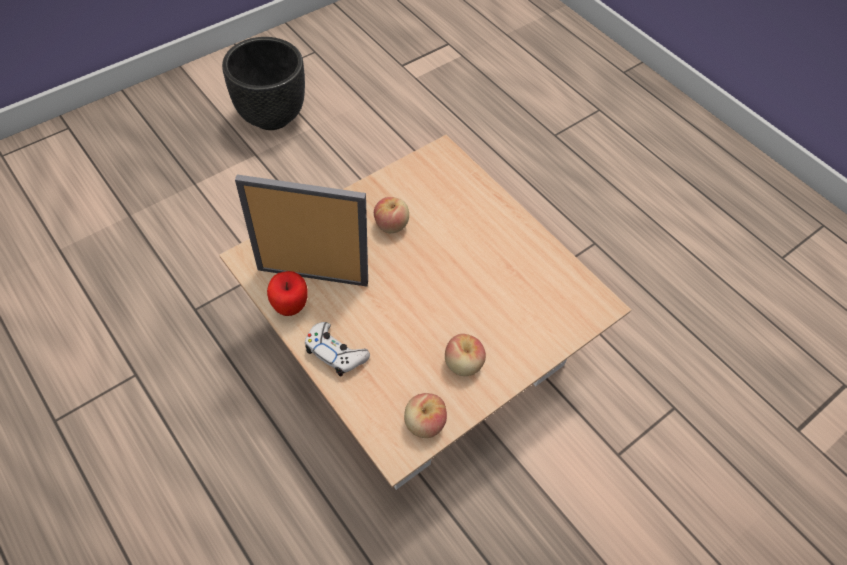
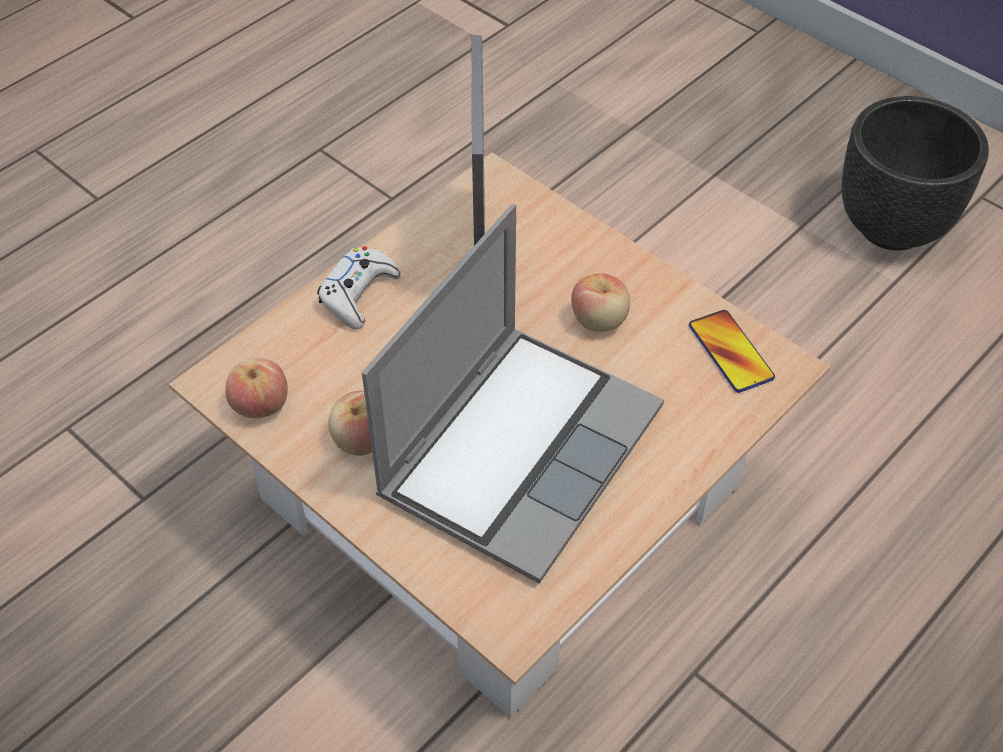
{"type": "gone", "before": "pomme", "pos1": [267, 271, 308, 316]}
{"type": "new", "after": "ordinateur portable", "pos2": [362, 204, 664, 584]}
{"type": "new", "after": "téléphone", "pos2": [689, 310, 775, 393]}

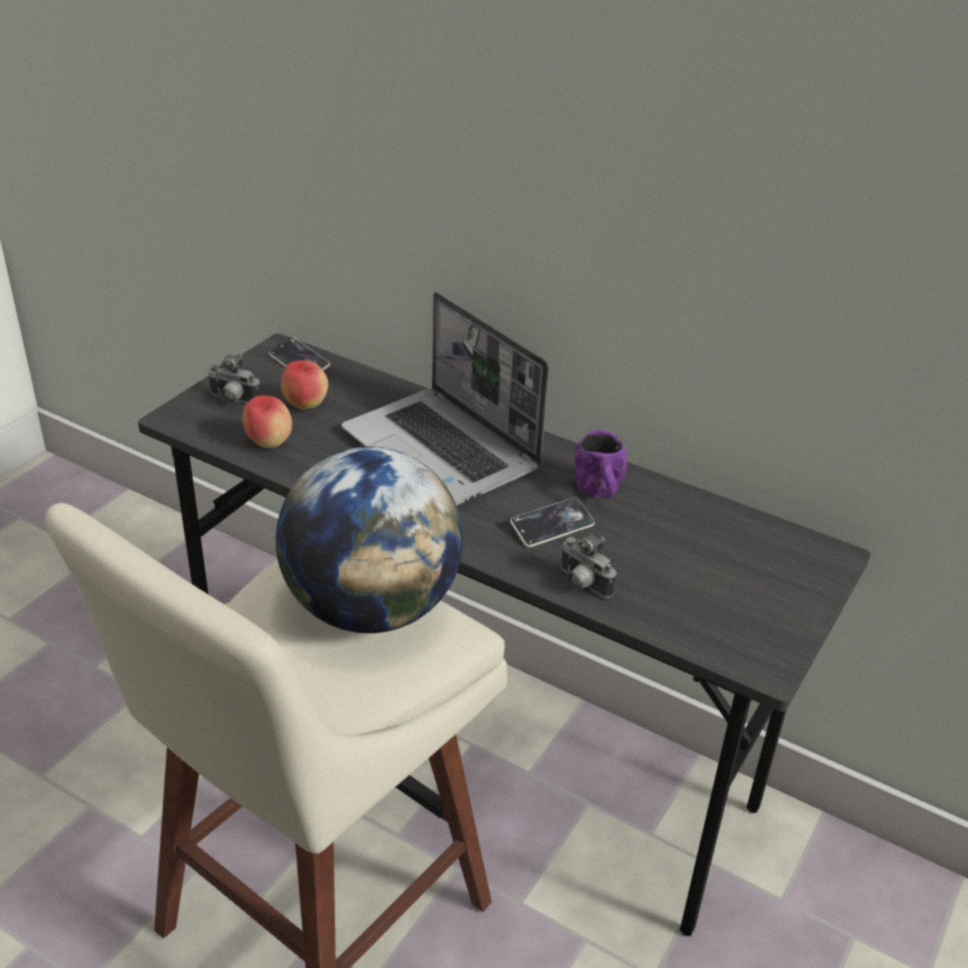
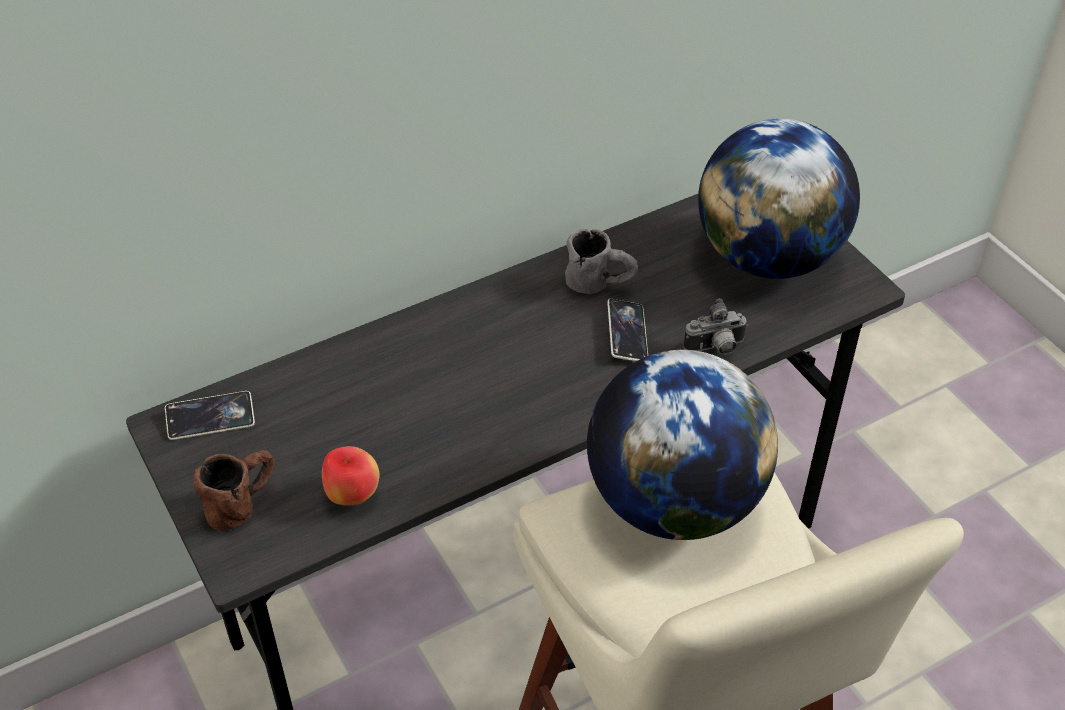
{"type": "swapped", "before": "appareil photo", "after": "mug/marron", "pos1": [207, 354, 261, 404], "pos2": [193, 450, 275, 531]}
{"type": "gone", "before": "pomme", "pos1": [281, 360, 328, 410]}
{"type": "gone", "before": "ordinateur portable", "pos1": [341, 292, 549, 506]}
{"type": "repainted", "before": "mug/violet", "after": "mug/gris", "pos1": [574, 430, 627, 498], "pos2": [565, 229, 638, 294]}
{"type": "new", "after": "globe", "pos2": [698, 119, 860, 279]}

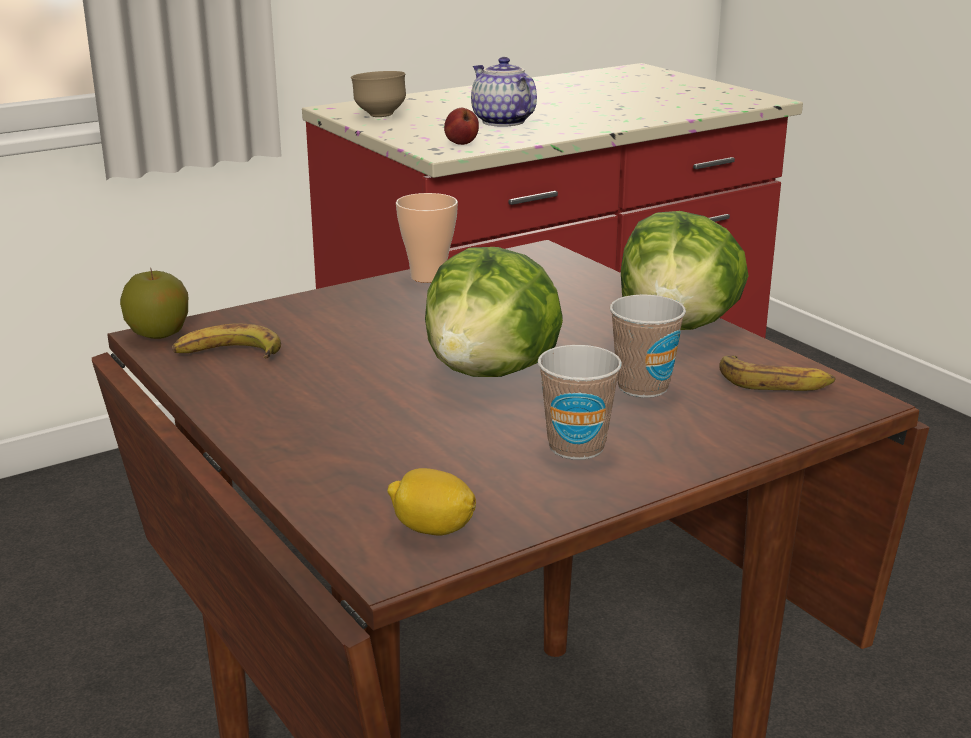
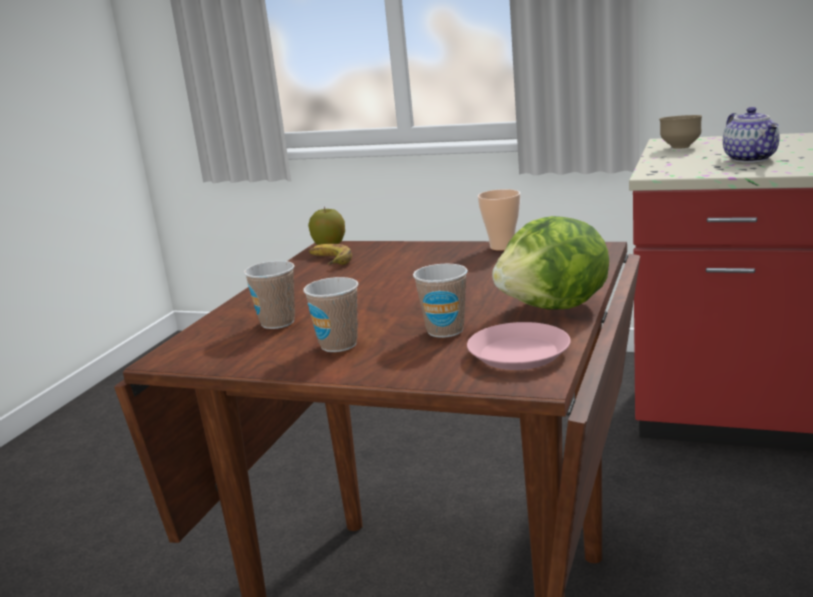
{"type": "gone", "before": "citron", "pos1": [387, 468, 476, 536]}
{"type": "gone", "before": "laitue", "pos1": [425, 247, 563, 377]}
{"type": "gone", "before": "pomme", "pos1": [444, 108, 479, 145]}
{"type": "rotated", "before": "théière", "pos1": [471, 57, 537, 127], "pos2": [723, 107, 780, 163], "turn": 150}
{"type": "swapped", "before": "banane", "after": "assiette/rose", "pos1": [719, 355, 836, 391], "pos2": [467, 322, 571, 370]}
{"type": "new", "after": "tasse", "pos2": [244, 261, 295, 329]}

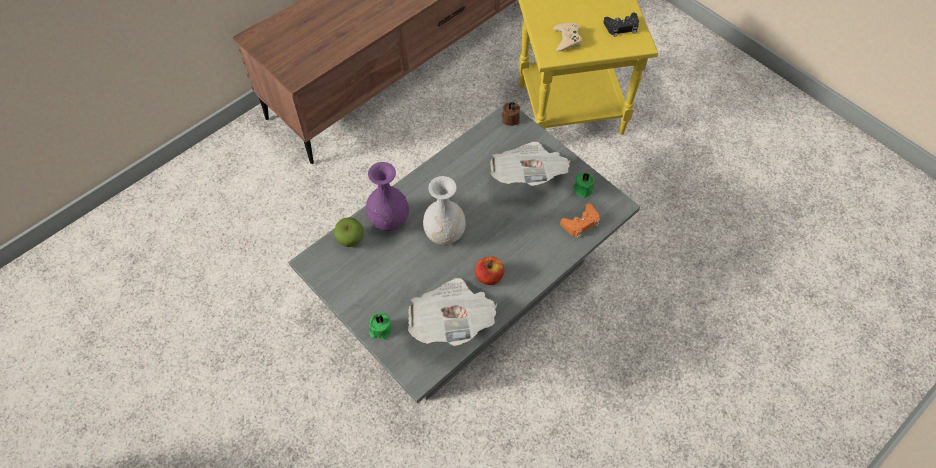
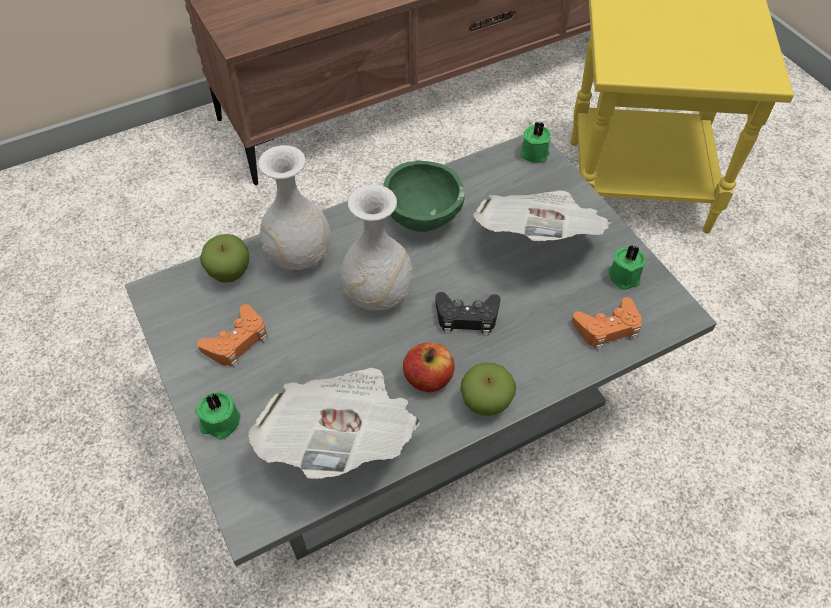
{"type": "repainted", "before": "vase/violet", "after": "vase/blanc", "pos1": [366, 162, 409, 231], "pos2": [258, 145, 331, 273]}
{"type": "repainted", "before": "bougie/marron", "after": "bougie/vert", "pos1": [501, 102, 520, 126], "pos2": [520, 122, 551, 163]}
{"type": "gone", "before": "manette/beige", "pos1": [553, 23, 582, 52]}
{"type": "shifted", "before": "manette/noir", "pos1": [603, 13, 639, 37], "pos2": [435, 292, 501, 335]}
{"type": "new", "after": "manette/orange", "pos2": [197, 304, 268, 368]}
{"type": "new", "after": "bol/vert", "pos2": [383, 161, 465, 232]}
{"type": "new", "after": "pomme", "pos2": [460, 362, 516, 416]}

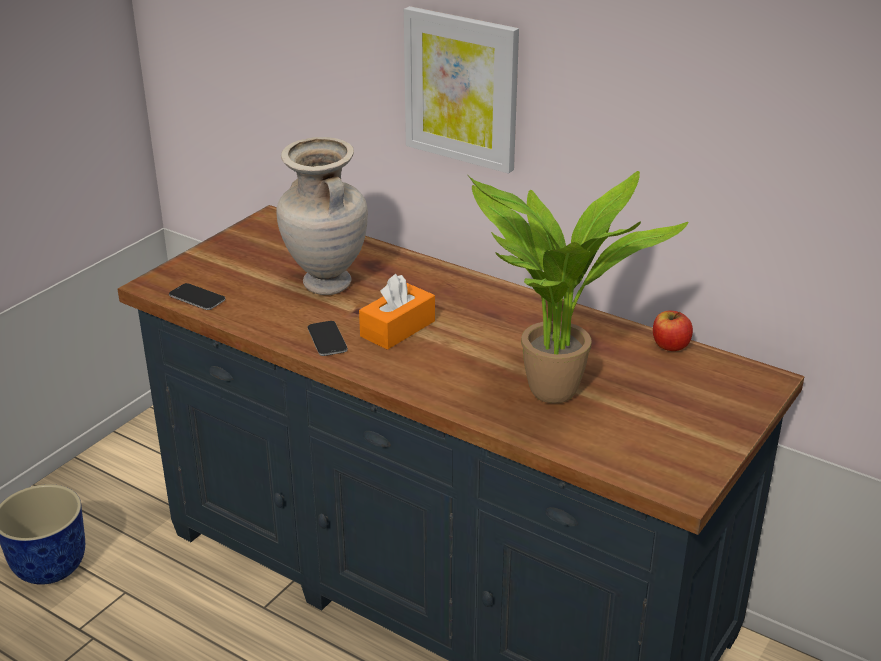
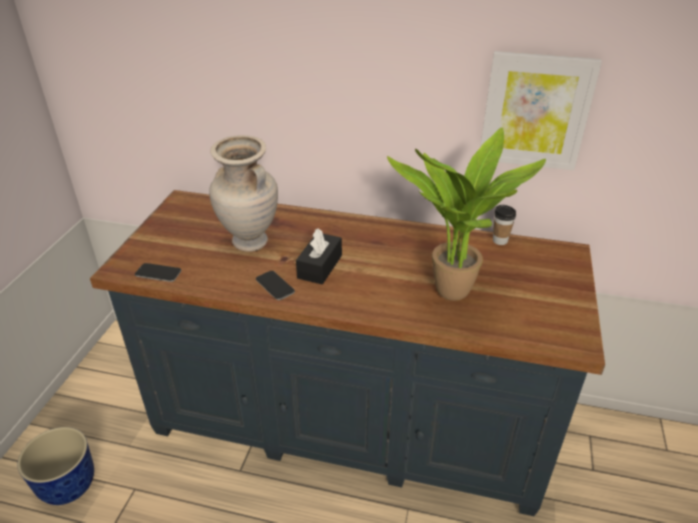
{"type": "repainted", "before": "boîte à mouchoirs/orange", "after": "boîte à mouchoirs/noir", "pos1": [359, 274, 435, 350], "pos2": [296, 228, 342, 285]}
{"type": "shifted", "before": "tableau", "pos1": [404, 6, 519, 173], "pos2": [480, 51, 602, 170]}
{"type": "swapped", "before": "pomme", "after": "tasse", "pos1": [653, 311, 693, 351], "pos2": [493, 205, 516, 245]}

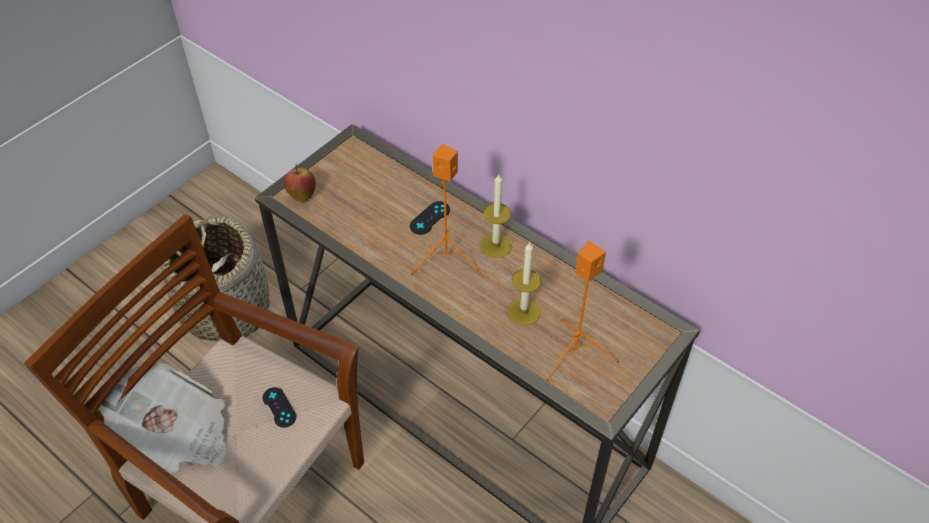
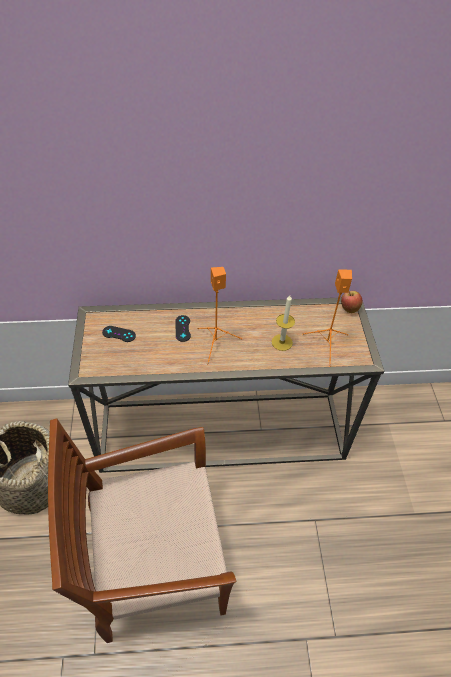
{"type": "gone", "before": "journal", "pos1": [99, 363, 226, 473]}
{"type": "shifted", "before": "manette/noir", "pos1": [263, 387, 296, 428], "pos2": [102, 326, 136, 342]}
{"type": "shifted", "before": "pomme", "pos1": [284, 164, 316, 202], "pos2": [341, 291, 363, 313]}
{"type": "gone", "before": "bougie", "pos1": [480, 174, 512, 258]}

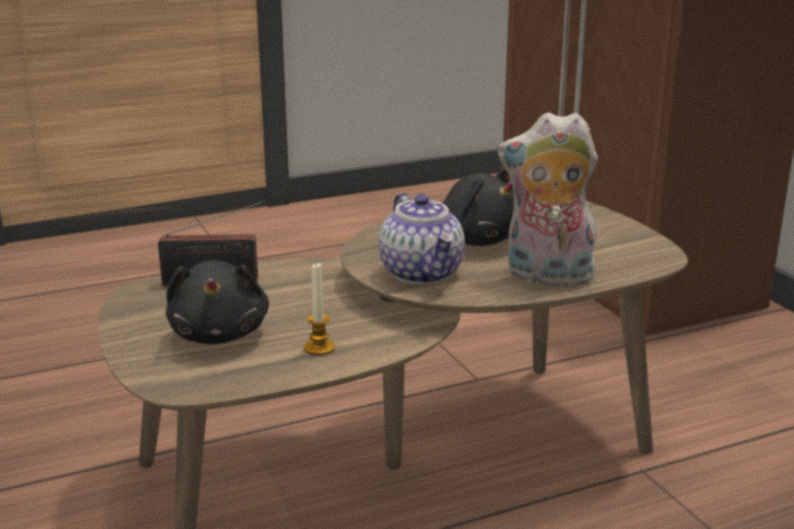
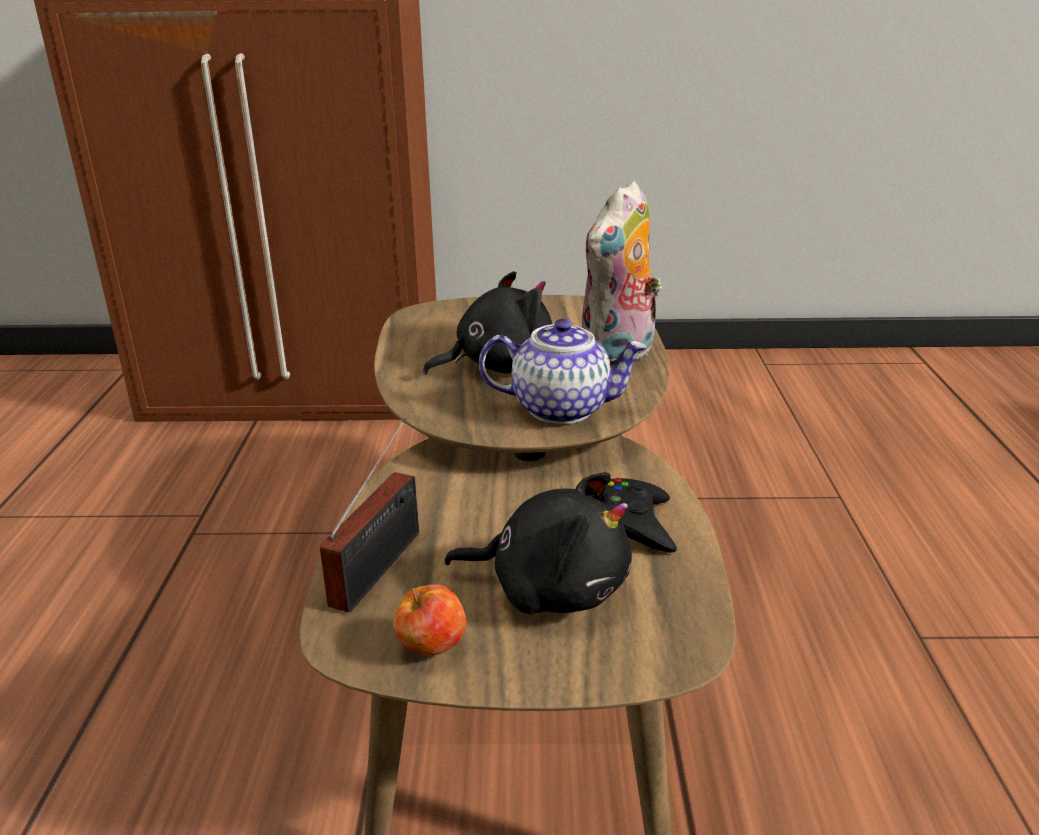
{"type": "swapped", "before": "bougie", "after": "manette/noir", "pos1": [304, 262, 335, 355], "pos2": [600, 478, 677, 553]}
{"type": "new", "after": "pomme", "pos2": [393, 584, 467, 655]}

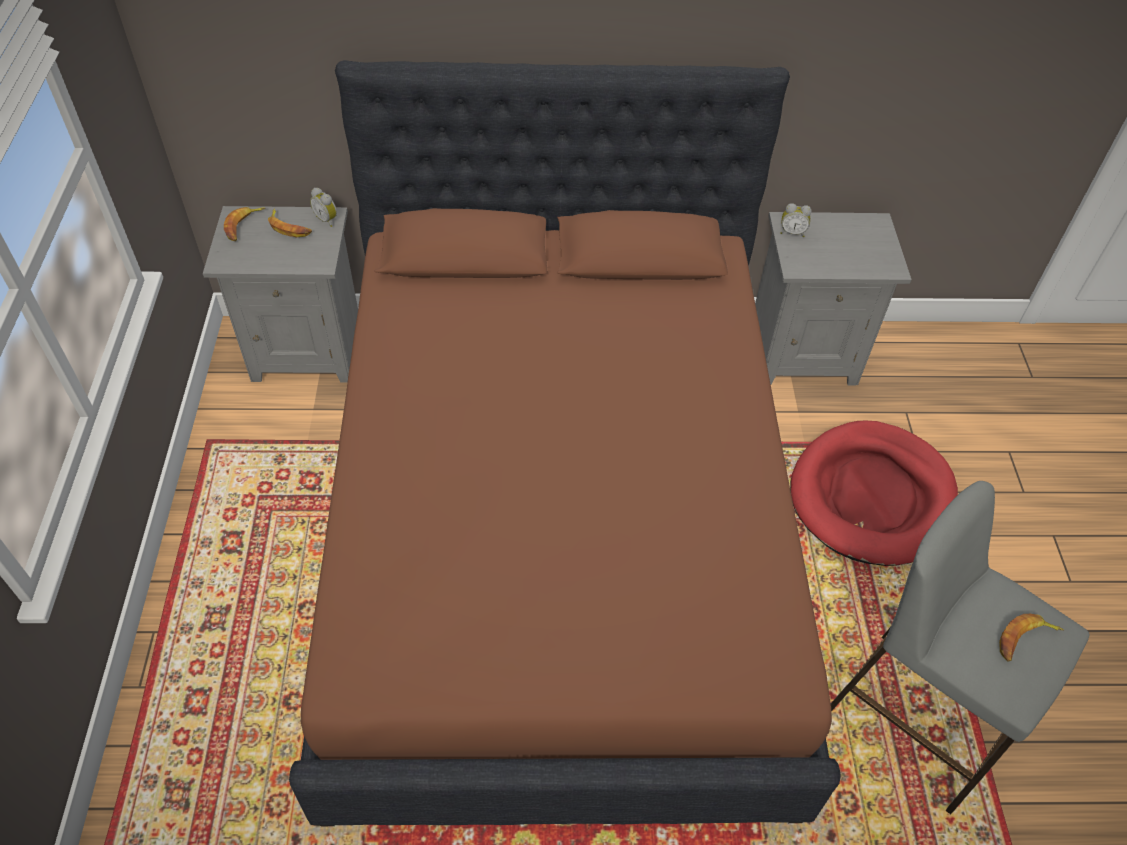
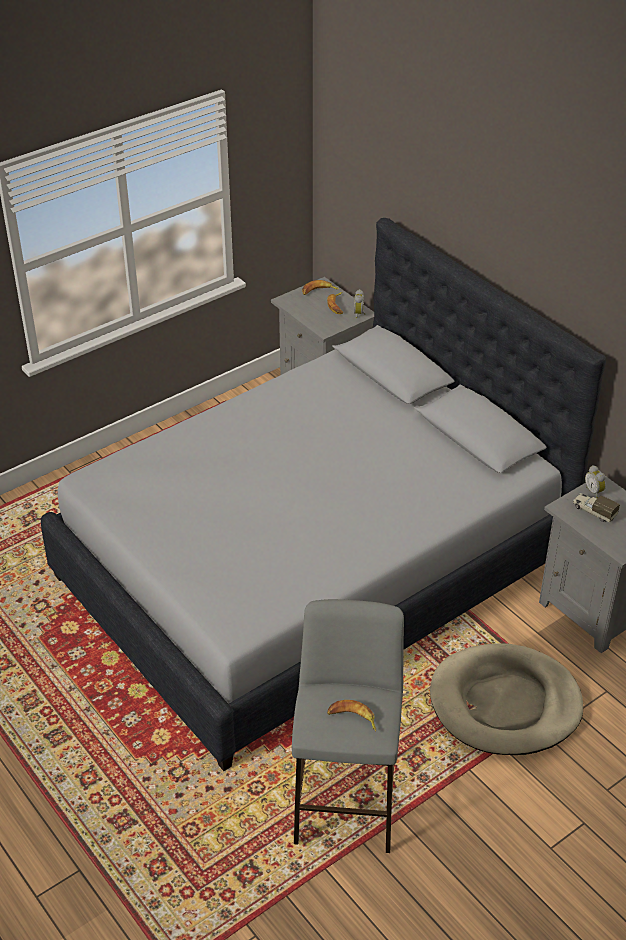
{"type": "repainted", "before": "lit/marron", "after": "lit/gris", "pos1": [289, 60, 841, 826], "pos2": [40, 218, 606, 771]}
{"type": "repainted", "before": "panier pour chien/rouge", "after": "panier pour chien/beige", "pos1": [790, 421, 958, 566], "pos2": [430, 643, 583, 755]}
{"type": "new", "after": "camion jouet", "pos2": [572, 493, 620, 523]}

